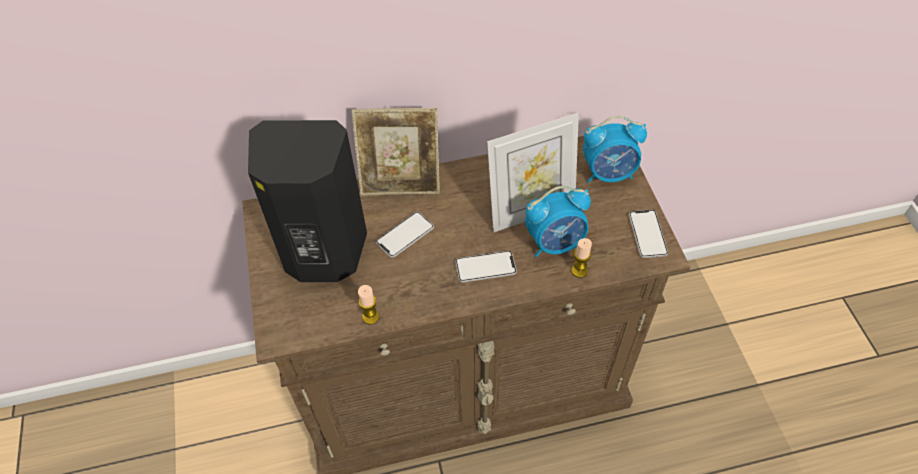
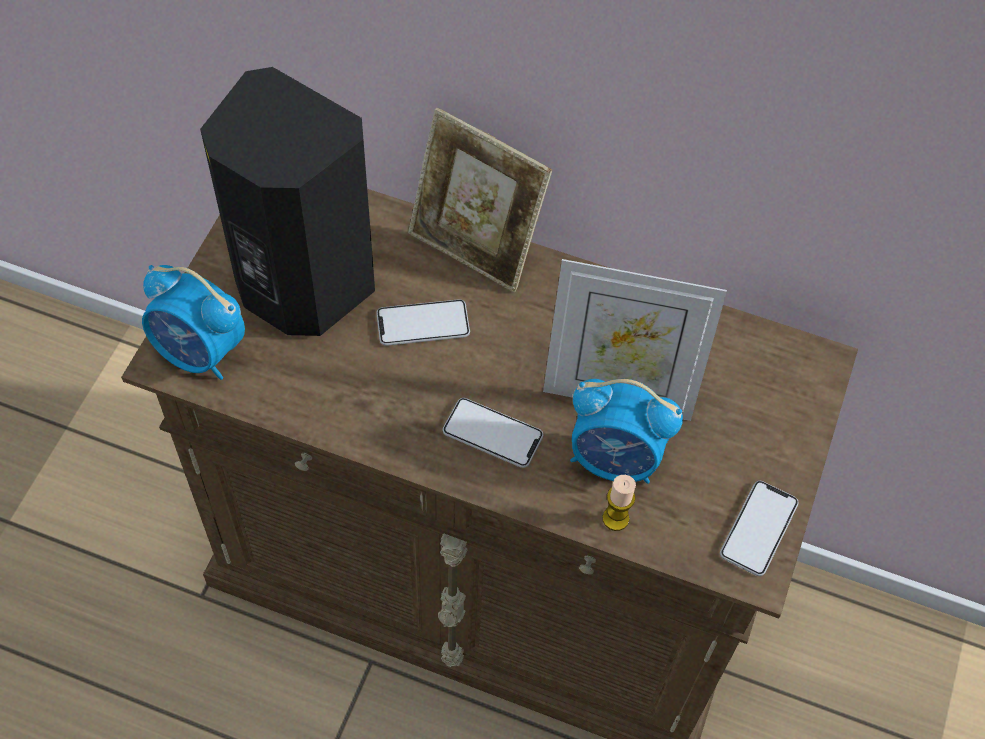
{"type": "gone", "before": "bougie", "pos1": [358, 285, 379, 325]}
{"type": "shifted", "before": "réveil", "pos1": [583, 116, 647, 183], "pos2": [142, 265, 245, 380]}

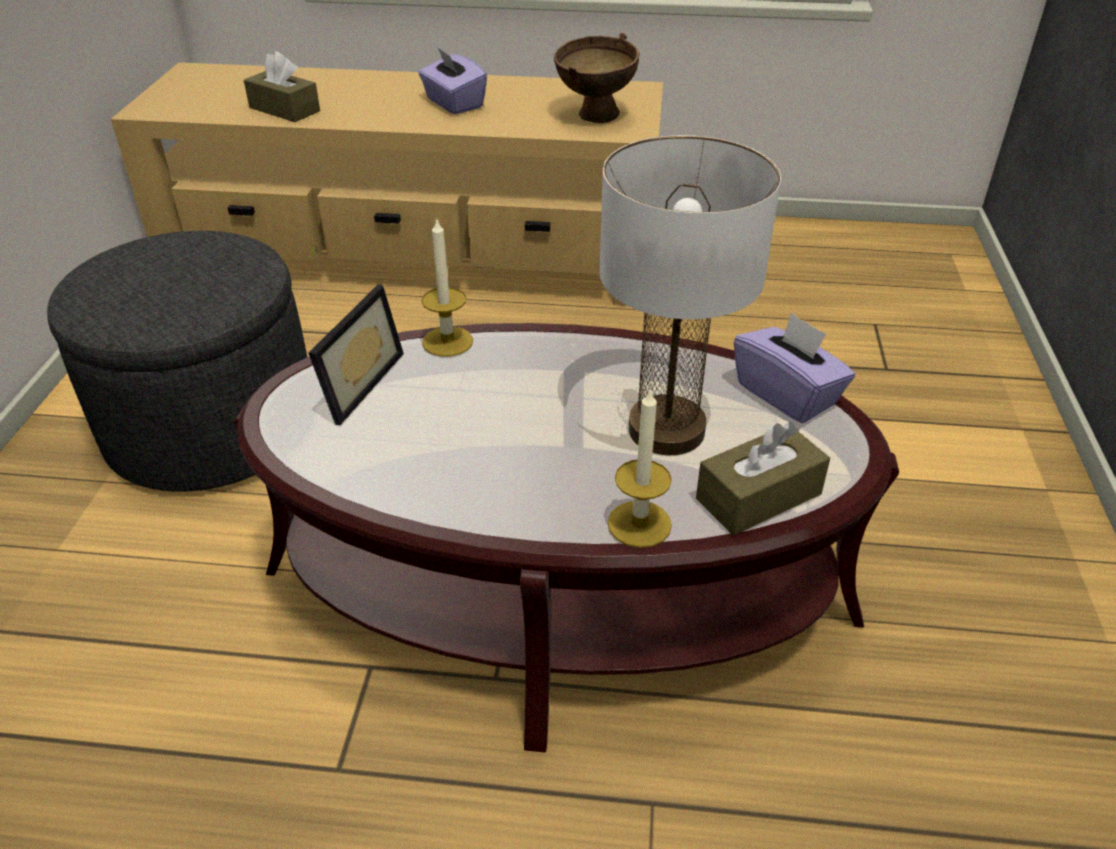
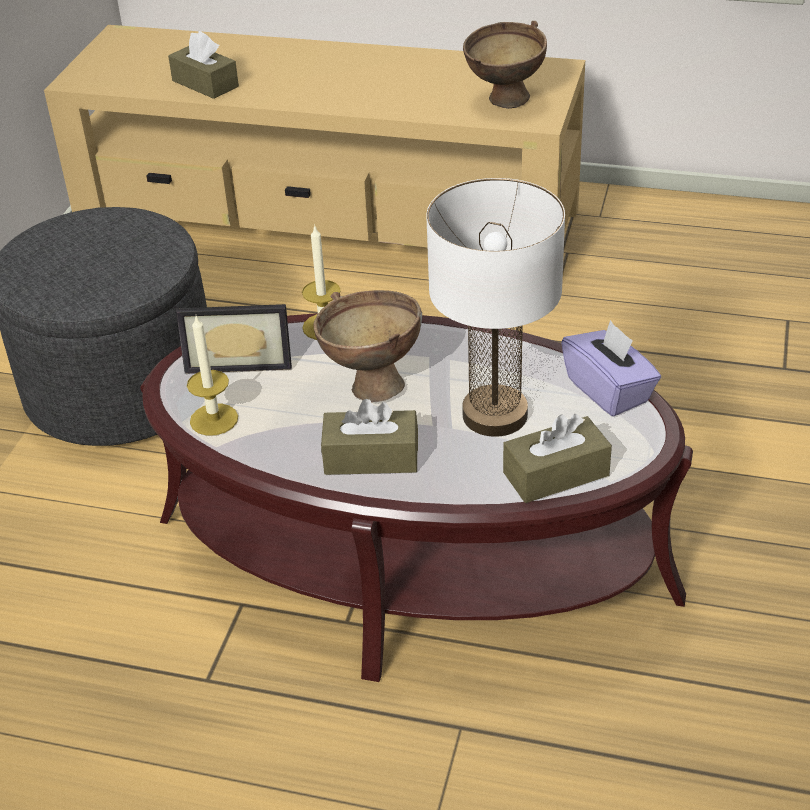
{"type": "rotated", "before": "cadre photo", "pos1": [308, 285, 404, 425], "pos2": [176, 304, 292, 374], "turn": 60}
{"type": "gone", "before": "boîte à mouchoirs/violet", "pos1": [418, 48, 487, 114]}
{"type": "shifted", "before": "bougie", "pos1": [608, 387, 672, 548], "pos2": [187, 316, 238, 436]}
{"type": "new", "after": "bol/marron", "pos2": [314, 290, 422, 402]}
{"type": "new", "after": "boîte à mouchoirs/marron", "pos2": [321, 399, 418, 475]}

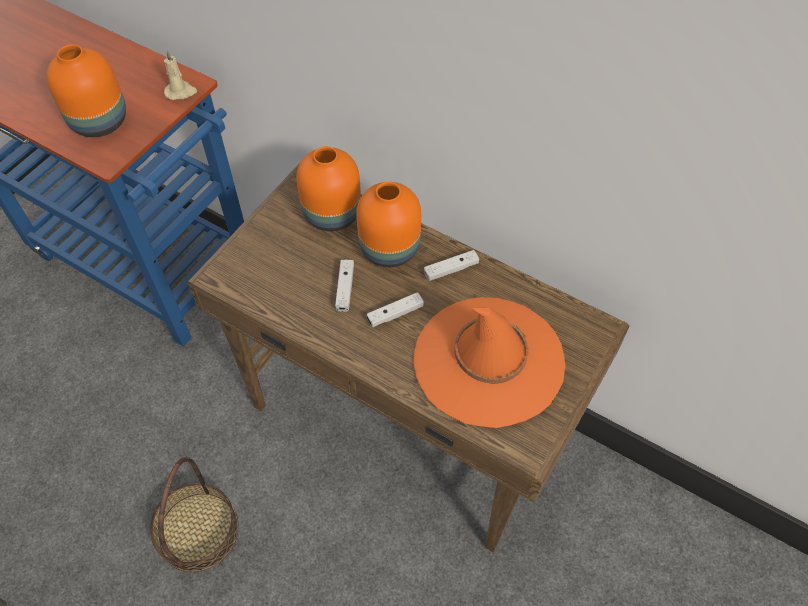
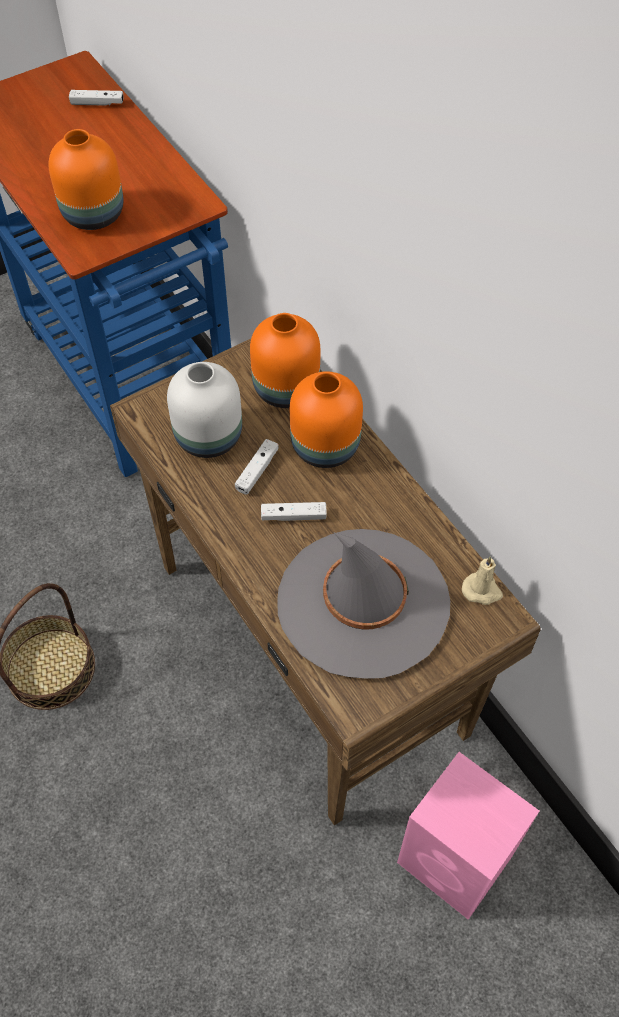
{"type": "shifted", "before": "bougie/beige", "pos1": [164, 50, 197, 100], "pos2": [462, 556, 503, 605]}
{"type": "repainted", "before": "chapeau/orange", "after": "chapeau/gris", "pos1": [413, 297, 566, 428], "pos2": [277, 529, 450, 679]}
{"type": "shifted", "before": "manette/blanc", "pos1": [424, 250, 479, 281], "pos2": [69, 90, 124, 106]}
{"type": "new", "after": "vase/blanc", "pos2": [167, 362, 242, 458]}
{"type": "new", "after": "enceinte/rose", "pos2": [397, 752, 539, 920]}

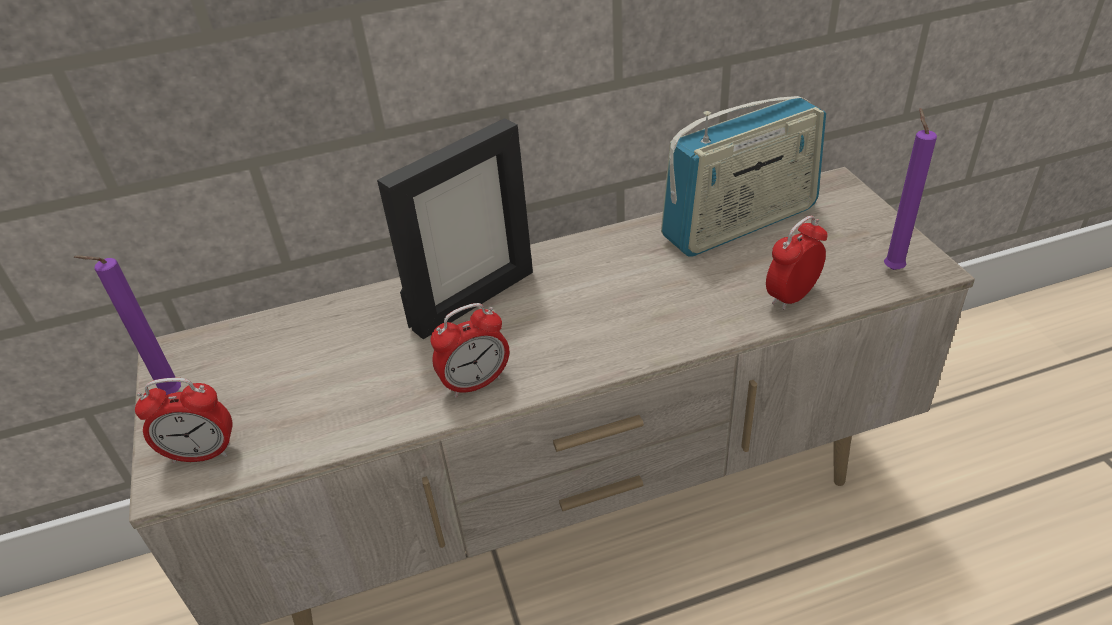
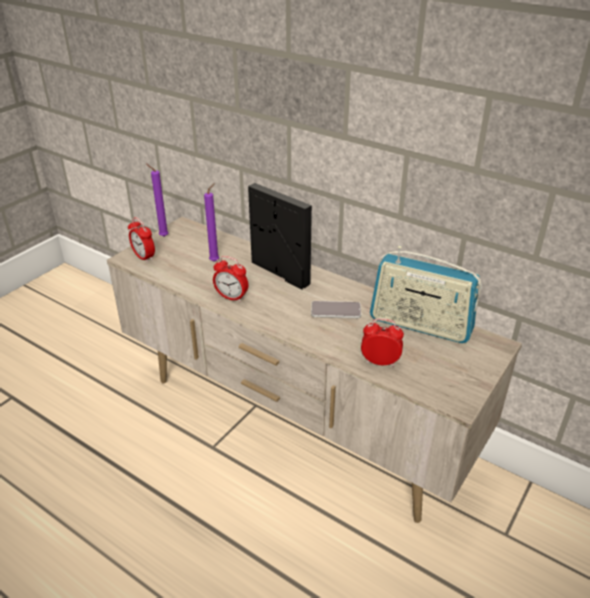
{"type": "rotated", "before": "cadre photo", "pos1": [377, 118, 533, 339], "pos2": [248, 183, 312, 290], "turn": -150}
{"type": "shifted", "before": "bougie/violet", "pos1": [884, 108, 937, 270], "pos2": [204, 183, 219, 262]}
{"type": "new", "after": "téléphone", "pos2": [311, 301, 361, 318]}

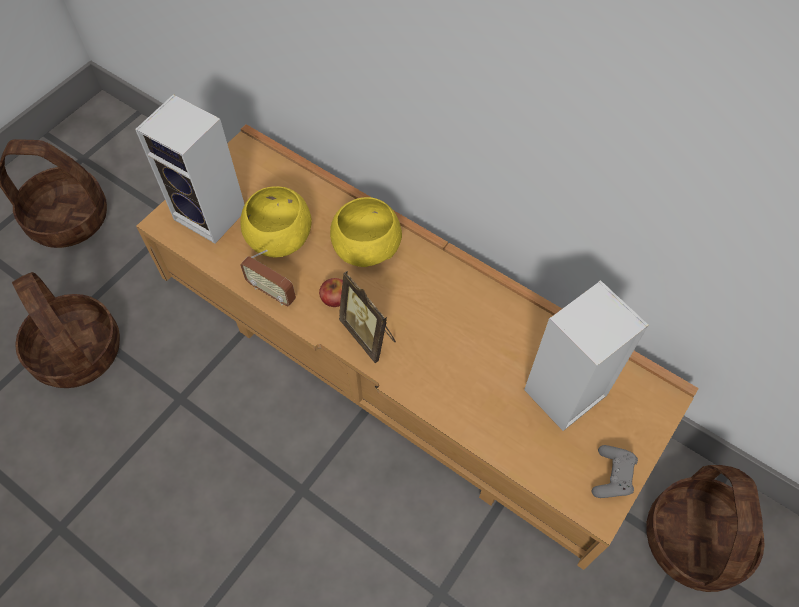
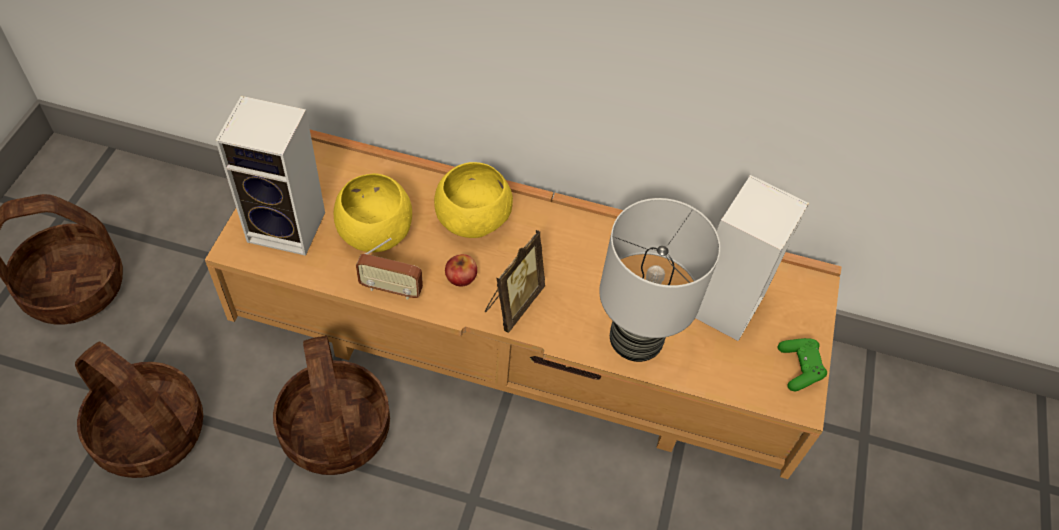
{"type": "rotated", "before": "cadre photo", "pos1": [339, 271, 396, 363], "pos2": [485, 230, 545, 333], "turn": -90}
{"type": "repainted", "before": "manette/gris", "after": "manette/vert", "pos1": [592, 445, 638, 498], "pos2": [778, 338, 827, 391]}
{"type": "shifted", "before": "panier", "pos1": [646, 465, 765, 592], "pos2": [273, 336, 390, 475]}
{"type": "new", "after": "lampe de table/gris", "pos2": [599, 198, 720, 362]}

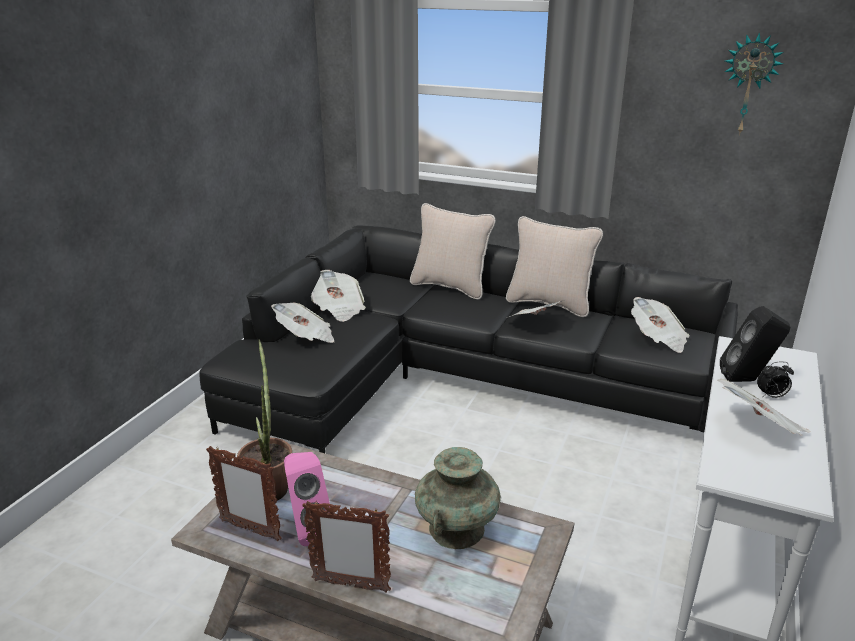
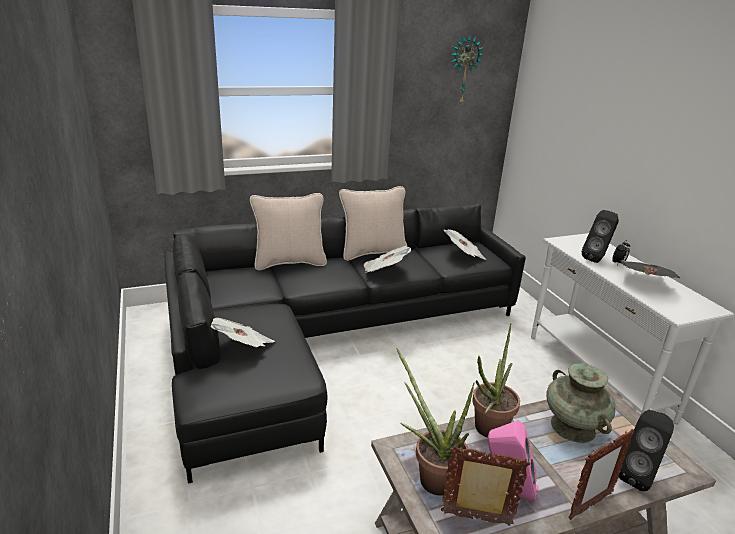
{"type": "rotated", "before": "cadre photo", "pos1": [206, 446, 282, 541], "pos2": [441, 446, 530, 526], "turn": -150}
{"type": "gone", "before": "journal", "pos1": [311, 270, 366, 322]}
{"type": "new", "after": "plante en pot", "pos2": [472, 323, 520, 438]}
{"type": "new", "after": "enceinte/noir", "pos2": [619, 410, 674, 491]}

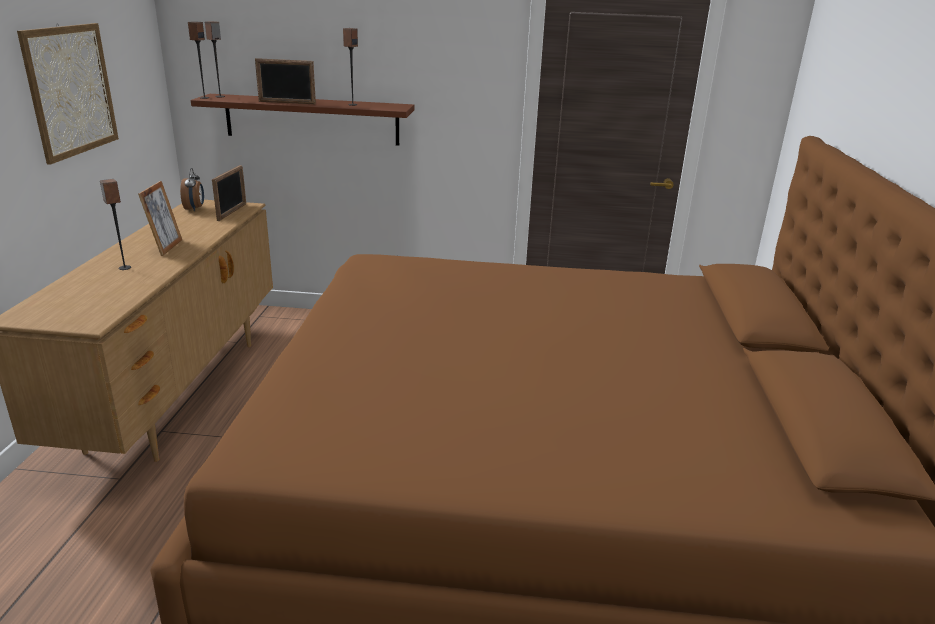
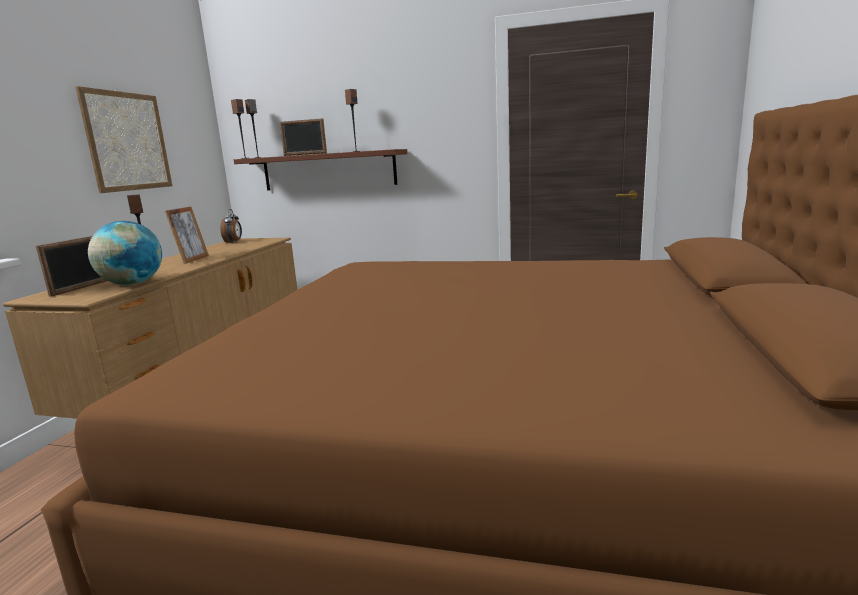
{"type": "shifted", "before": "cadre photo", "pos1": [212, 165, 246, 221], "pos2": [36, 236, 107, 297]}
{"type": "new", "after": "globe", "pos2": [88, 221, 162, 285]}

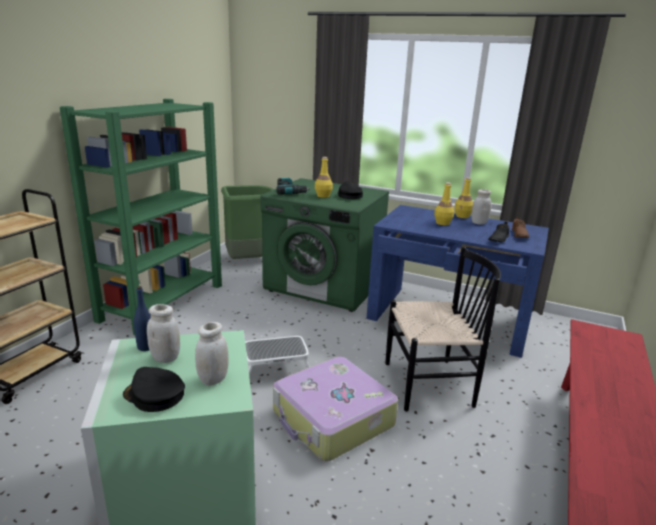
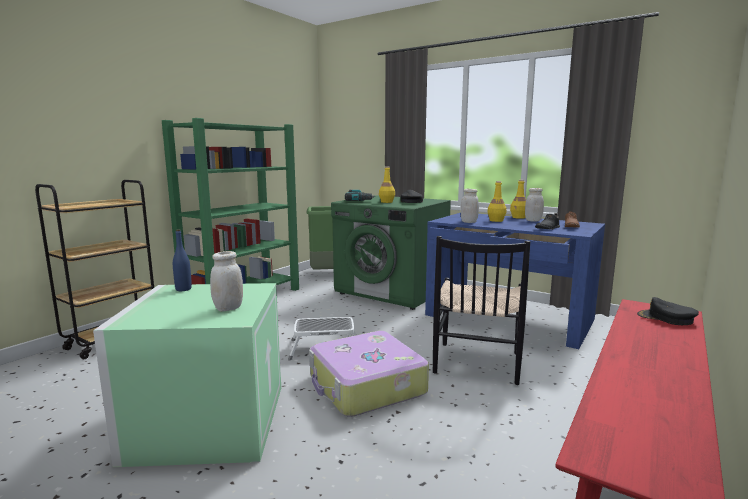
{"type": "shifted", "before": "casquette/noir", "pos1": [123, 367, 185, 412], "pos2": [637, 297, 699, 325]}
{"type": "shifted", "before": "bocal/blanc", "pos1": [147, 304, 180, 363], "pos2": [461, 189, 479, 223]}
{"type": "rotated", "before": "chaise/noir", "pos1": [385, 247, 501, 411], "pos2": [433, 236, 530, 385], "turn": 105}

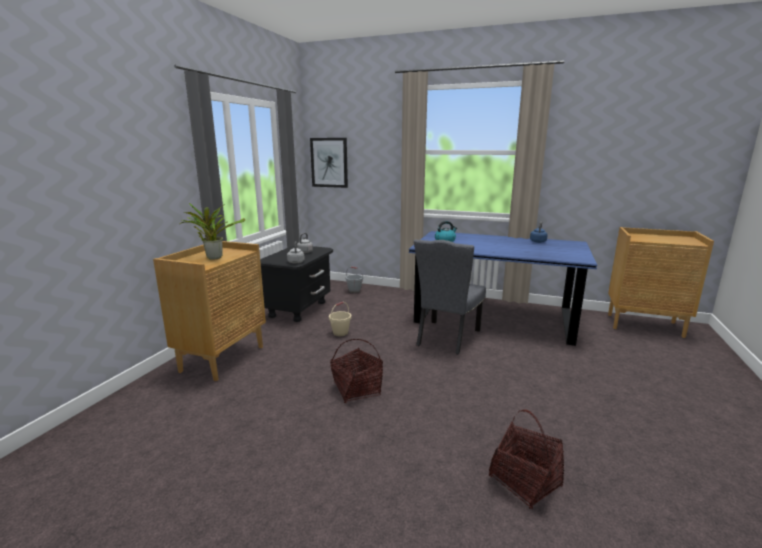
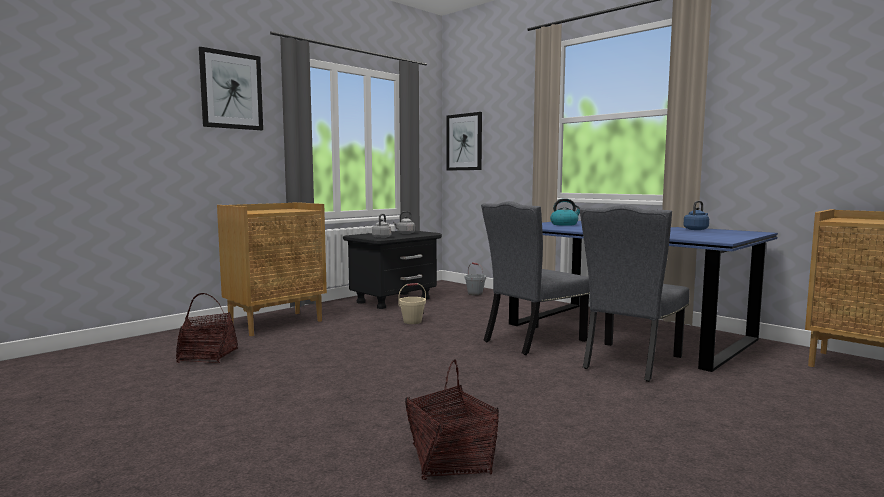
{"type": "gone", "before": "plante en pot", "pos1": [180, 203, 245, 260]}
{"type": "shifted", "before": "panier", "pos1": [330, 339, 383, 403], "pos2": [176, 293, 238, 363]}
{"type": "new", "after": "tableau", "pos2": [199, 47, 263, 130]}
{"type": "new", "after": "chaise/gris", "pos2": [580, 205, 690, 382]}

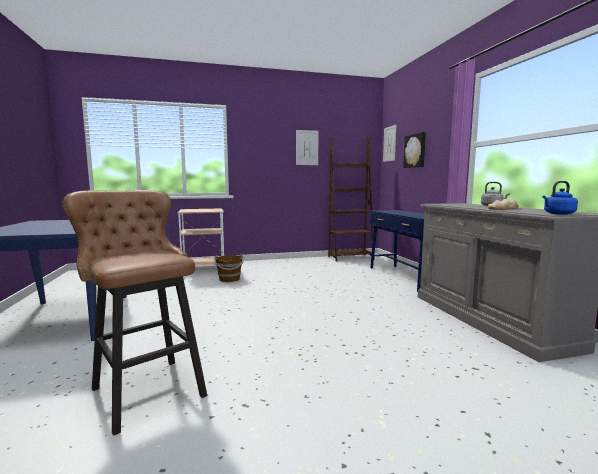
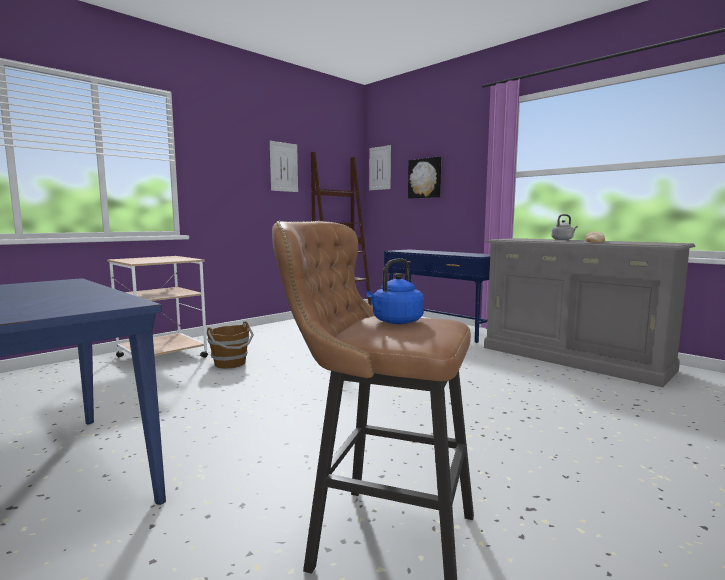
{"type": "shifted", "before": "bouilloire/bleu", "pos1": [542, 181, 578, 215], "pos2": [366, 258, 424, 324]}

